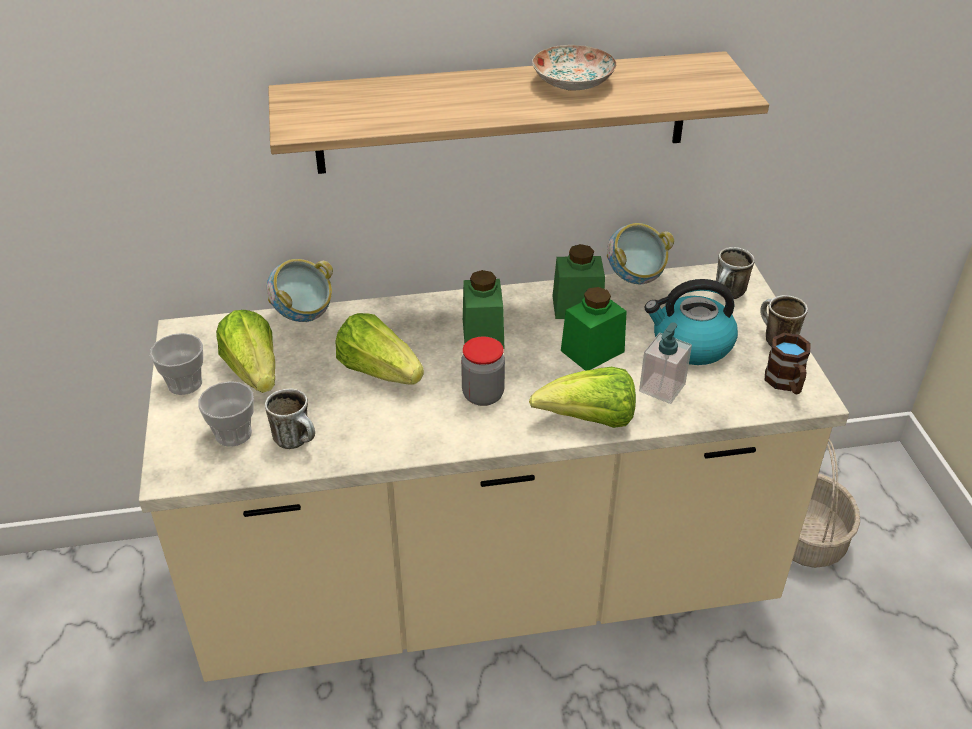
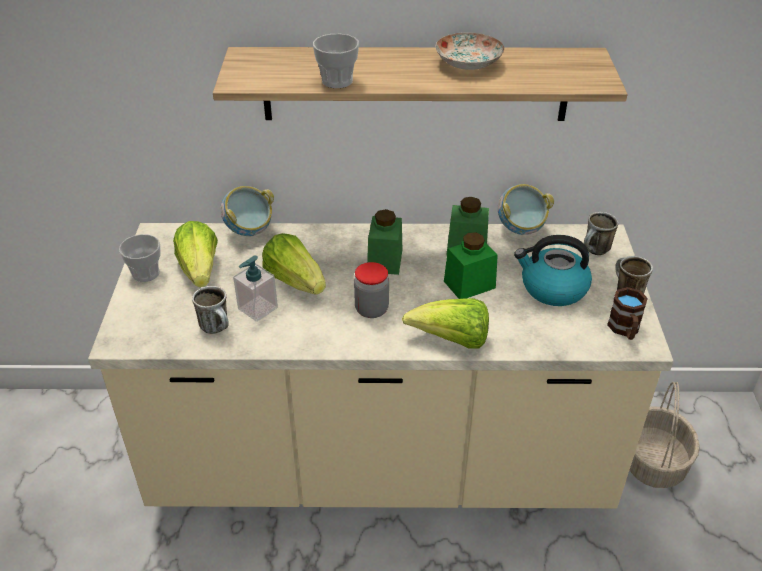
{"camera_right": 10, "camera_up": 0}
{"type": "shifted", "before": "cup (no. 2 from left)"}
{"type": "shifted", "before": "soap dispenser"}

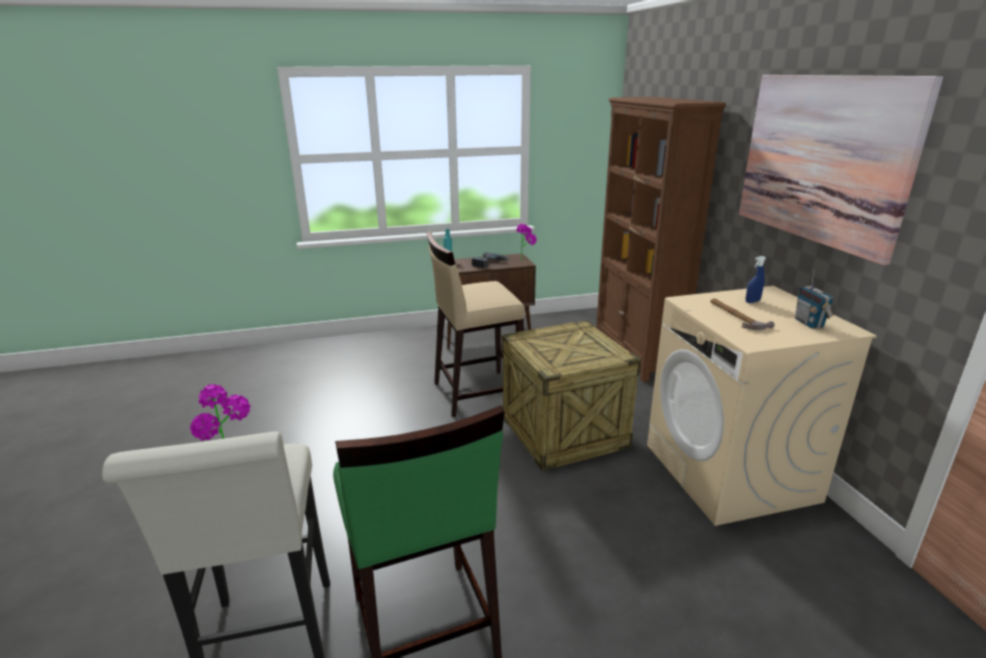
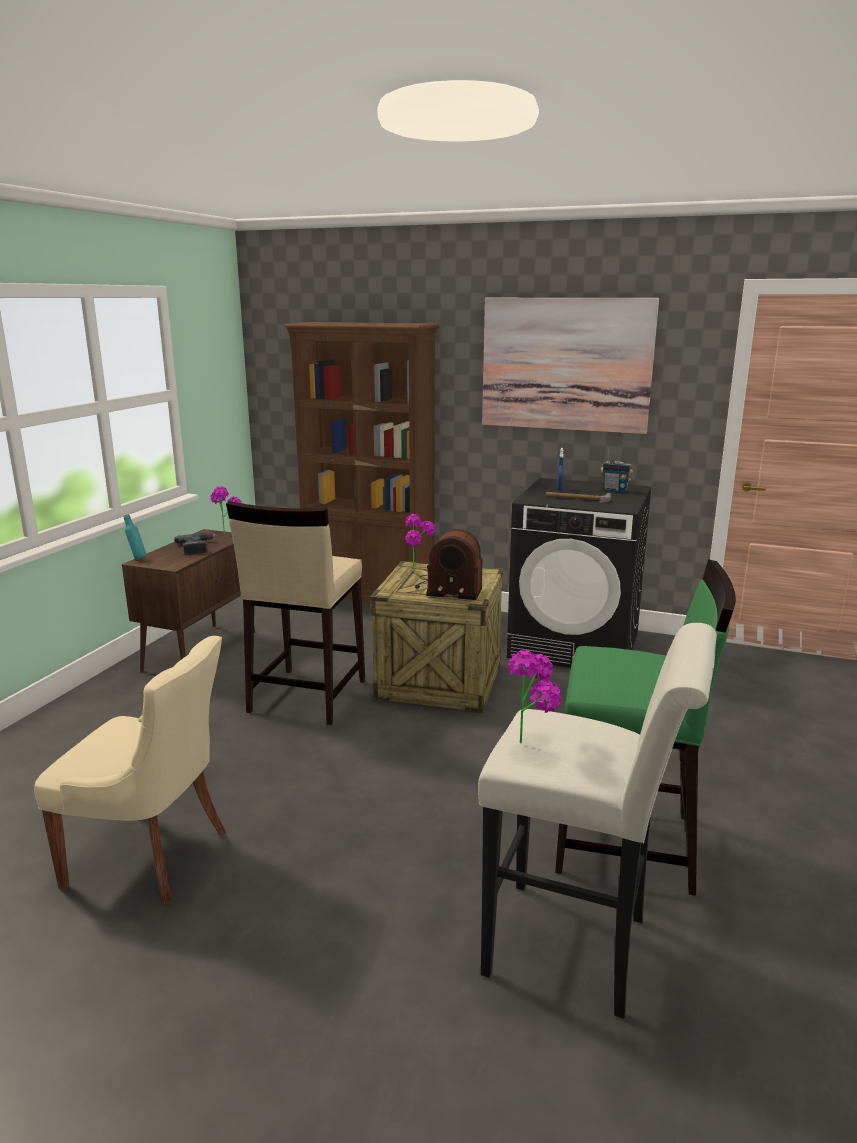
{"camera_right": -55, "camera_up": -5}
{"type": "new", "after": "chair in beige"}
{"type": "new", "after": "potted plant (no. 2 from left)"}
{"type": "new", "after": "radio (no. 1 from left)"}
{"type": "repainted", "before": "washing machine in beige", "after": "washing machine in black"}

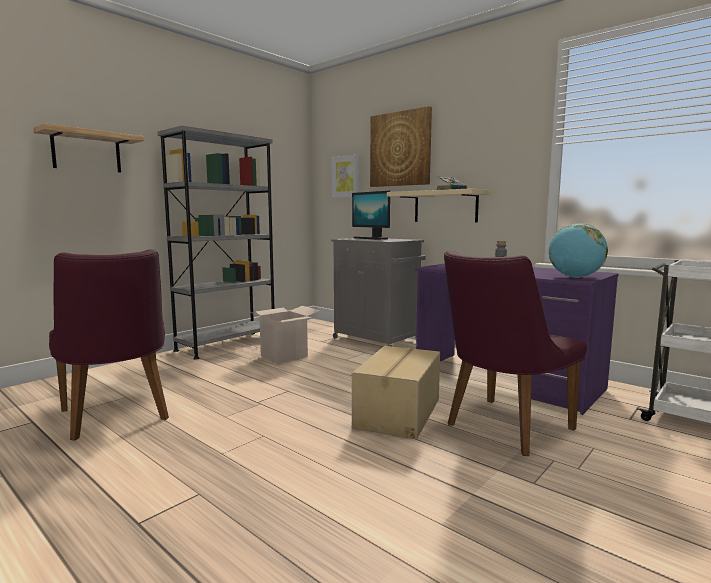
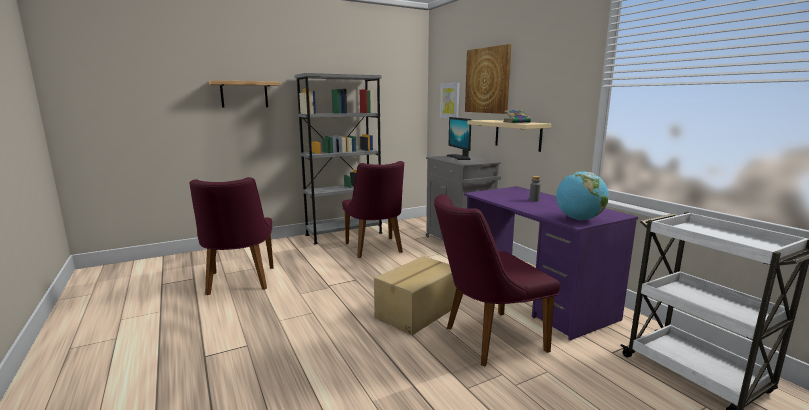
{"camera_right": 20, "camera_up": 5}
{"type": "swapped", "before": "cardboard box (no. 1 from left)", "after": "chair in purple (no. 2 from left)"}

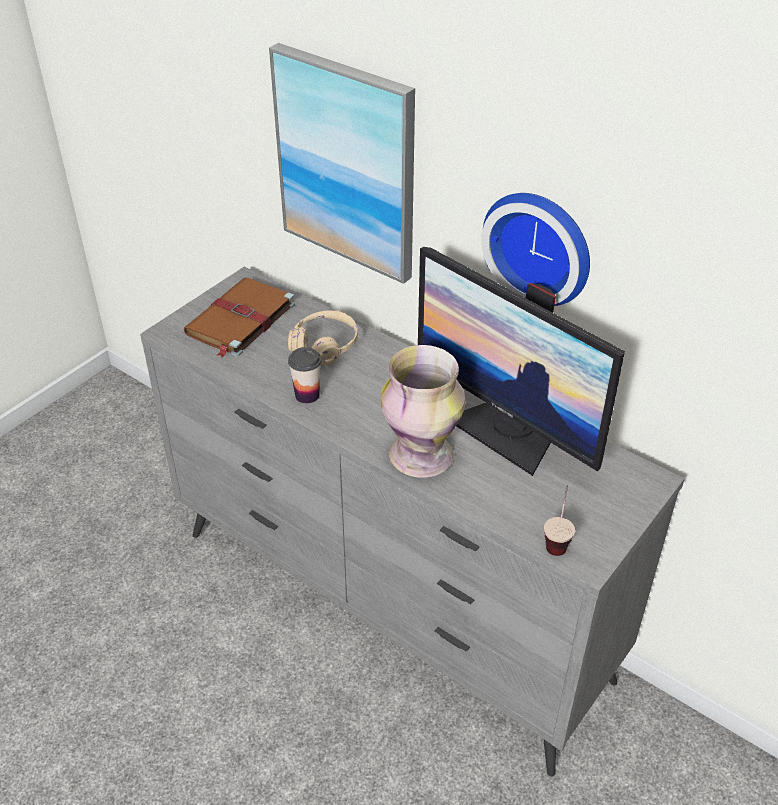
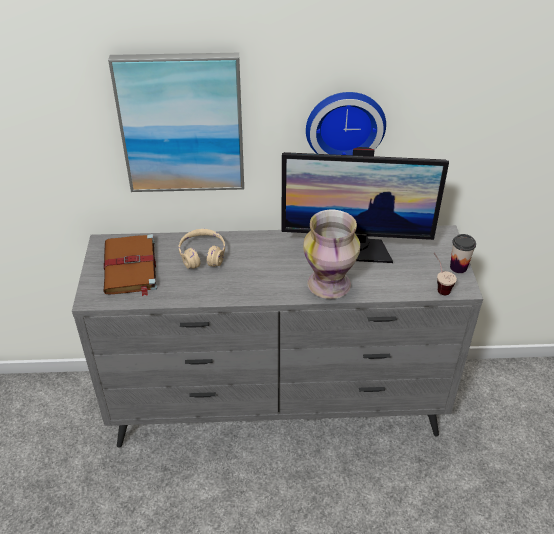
{"camera_right": -40, "camera_up": 0}
{"type": "shifted", "before": "cup (no. 1 from left in the first image)", "after": "cup (no. 2 from left)"}

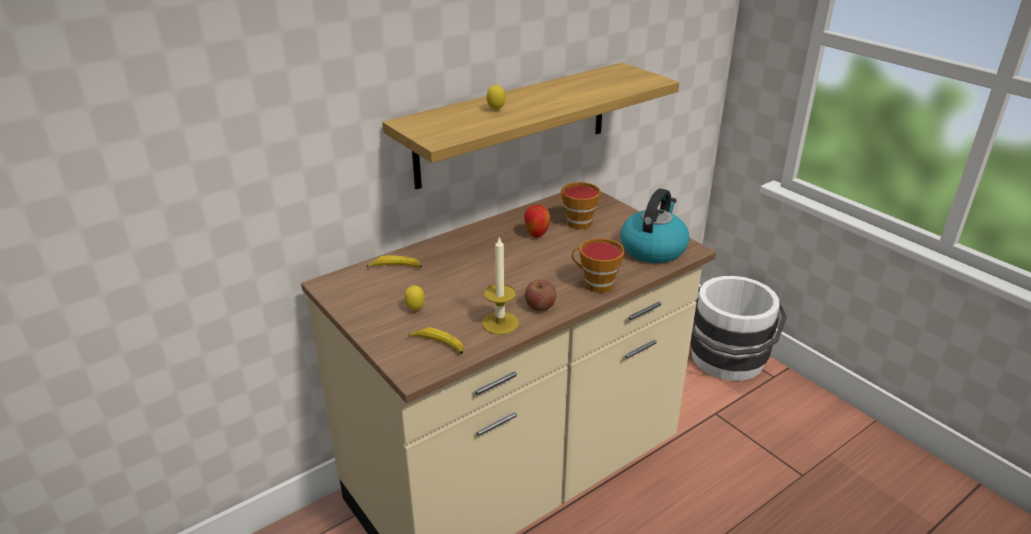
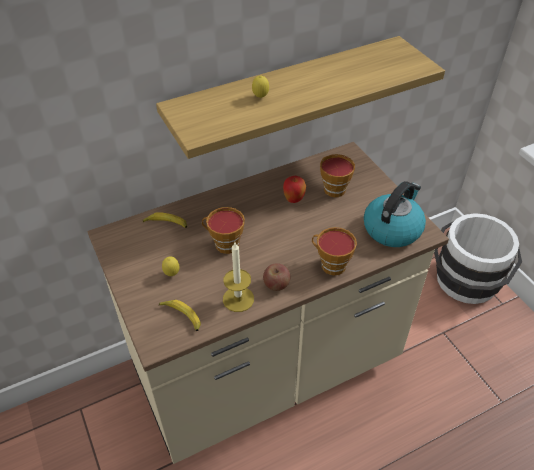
{"camera_right": 10, "camera_up": 15}
{"type": "new", "after": "cup (no. 1 from left)"}

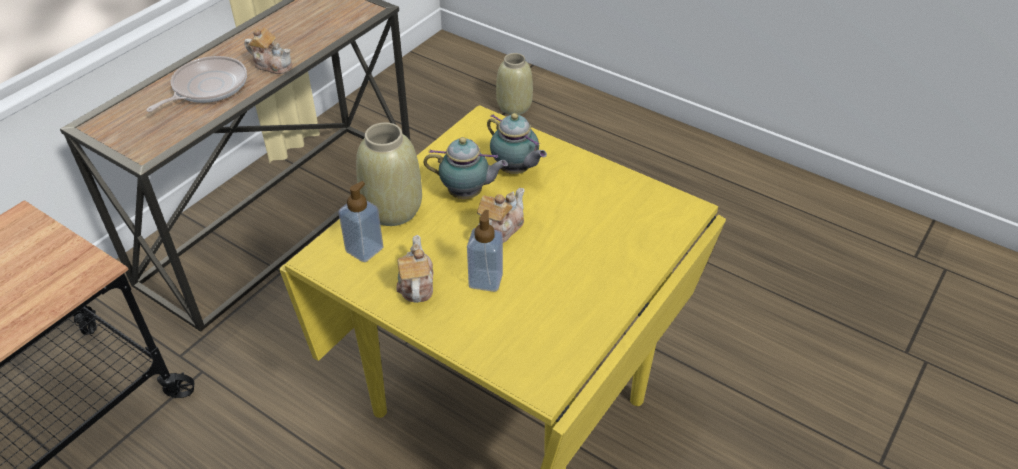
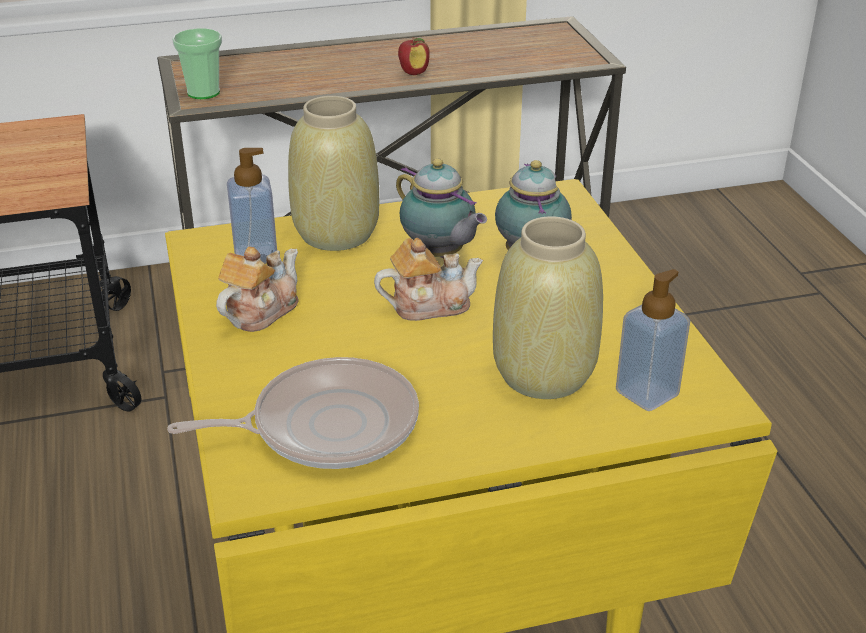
{"camera_right": 40, "camera_up": -10}
{"type": "new", "after": "cup"}
{"type": "shifted", "before": "frying pan"}
{"type": "shifted", "before": "soap dispenser (no. 2 from left)"}
{"type": "shifted", "before": "vase in beige (no. 2 from left)"}
{"type": "swapped", "before": "teapot (no. 1 from left)", "after": "apple"}

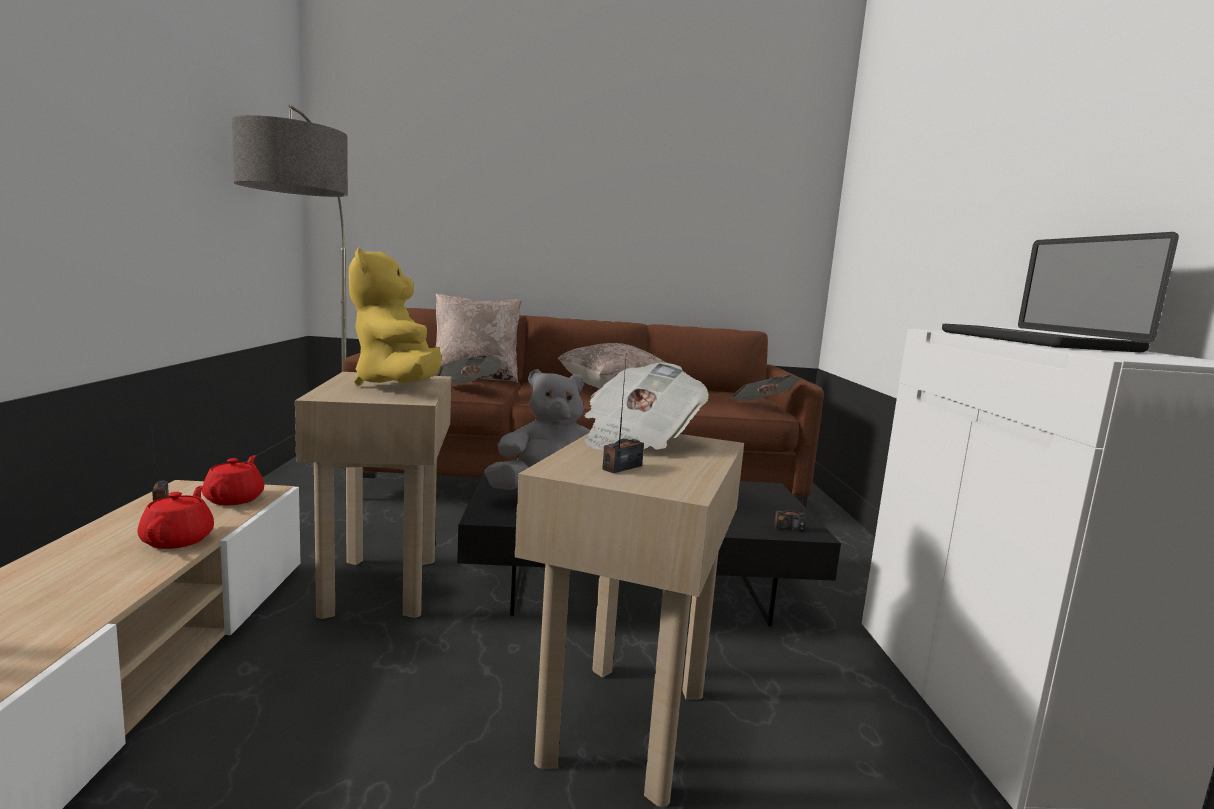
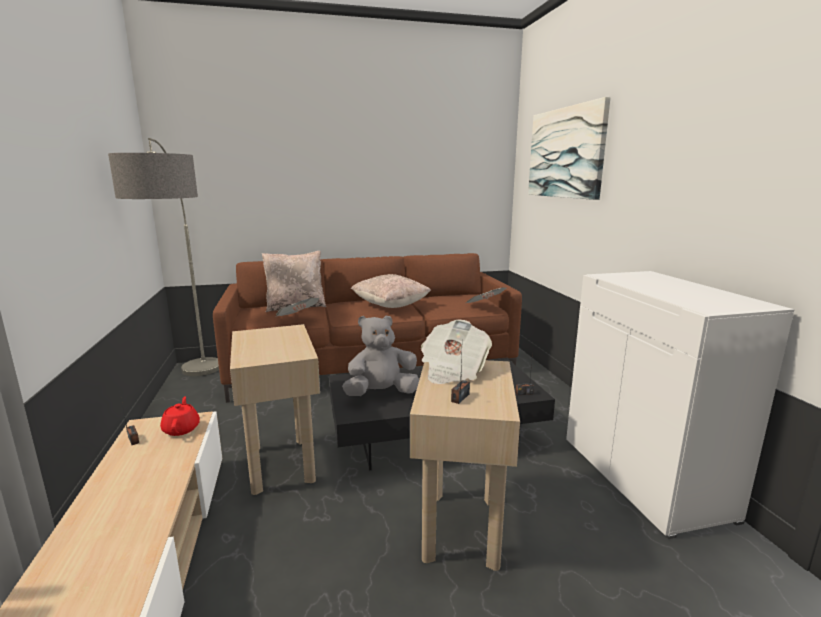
{"camera_right": -10, "camera_up": 5}
{"type": "gone", "before": "teapot in red (no. 1 from left)"}
{"type": "gone", "before": "plush toy in yellow"}
{"type": "gone", "before": "laptop"}
{"type": "new", "after": "picture"}

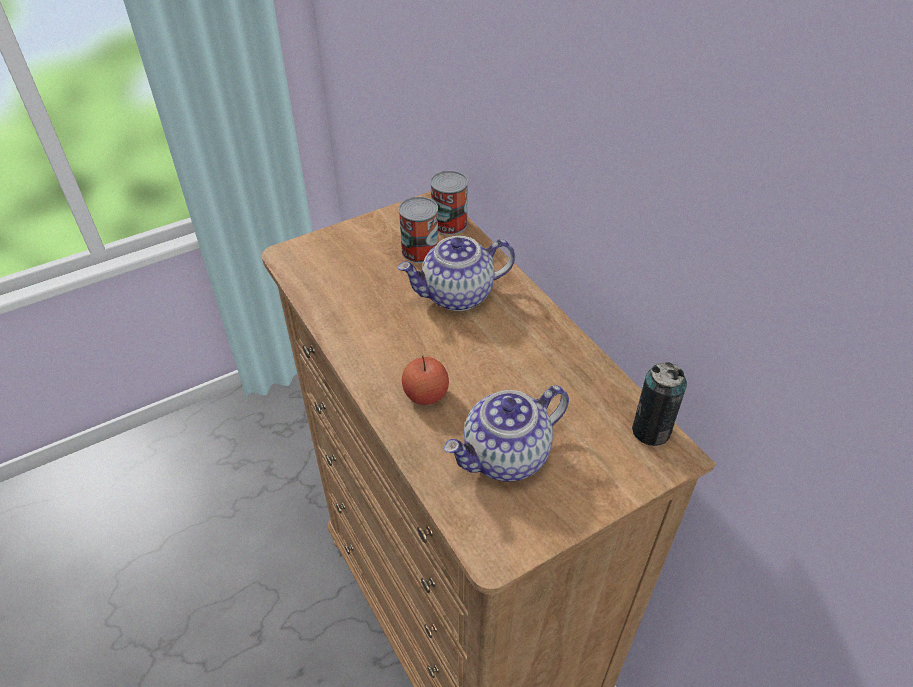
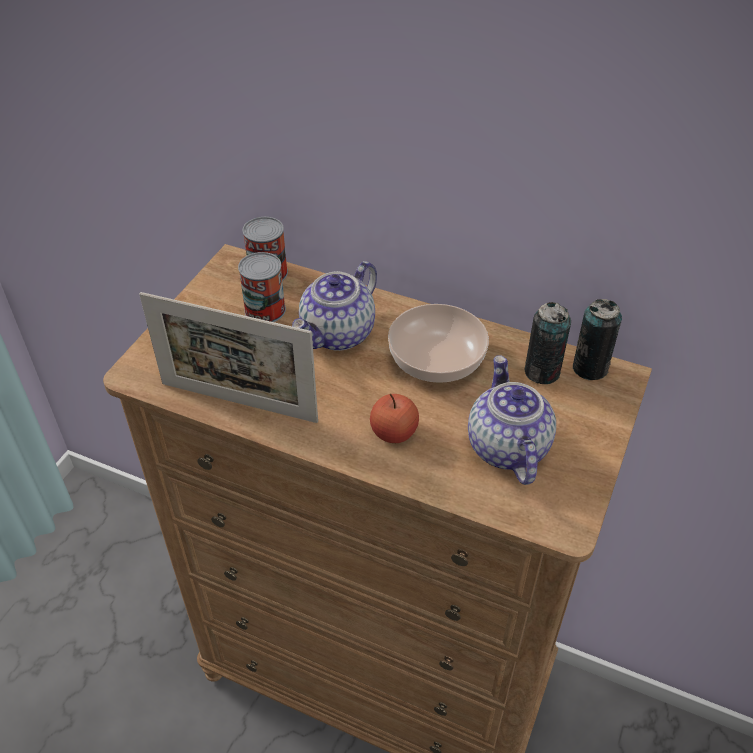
{"camera_right": -35, "camera_up": 0}
{"type": "new", "after": "picture frame"}
{"type": "new", "after": "bowl"}
{"type": "new", "after": "can (no. 3 from left)"}
{"type": "rotated", "before": "teapot (no. 2 from left)", "turn": 150}

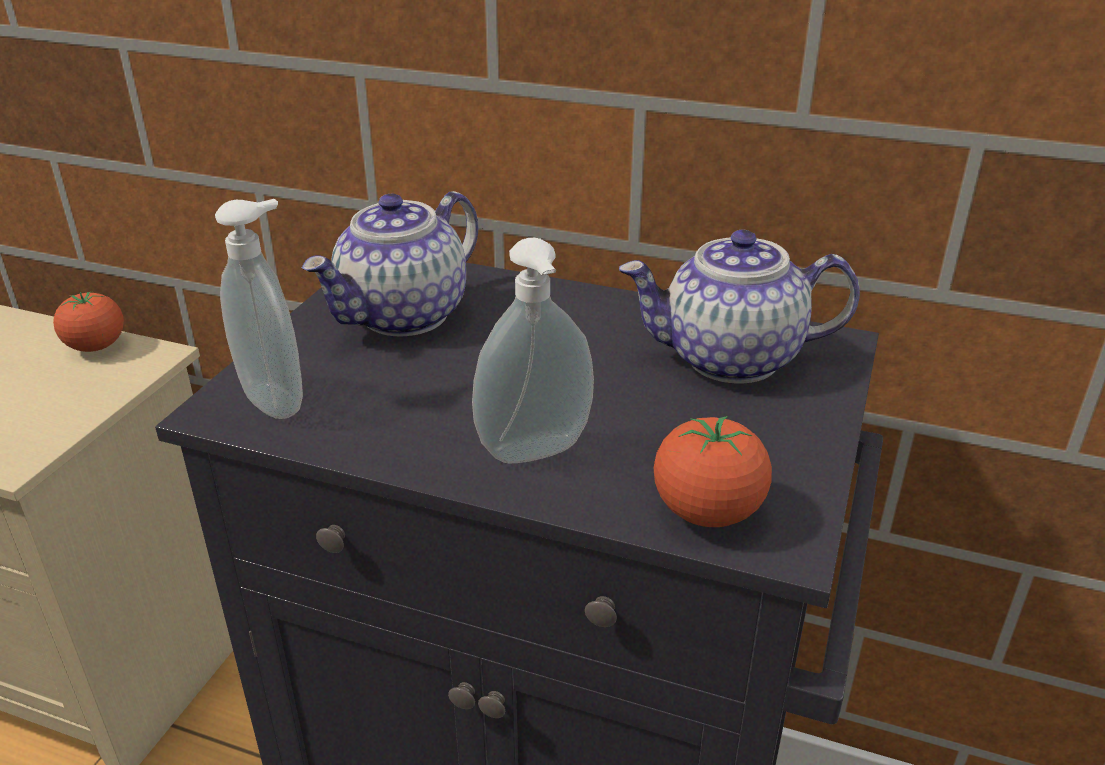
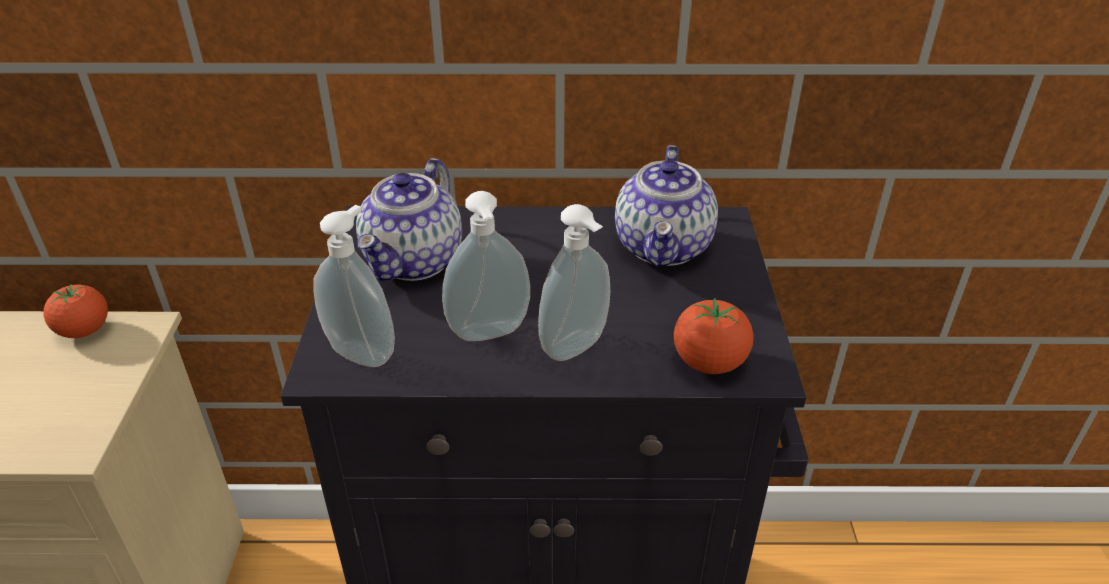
{"camera_right": -20, "camera_up": 5}
{"type": "new", "after": "soap dispenser (no. 2 from left)"}
{"type": "rotated", "before": "teapot (no. 2 from left)", "turn": -60}

